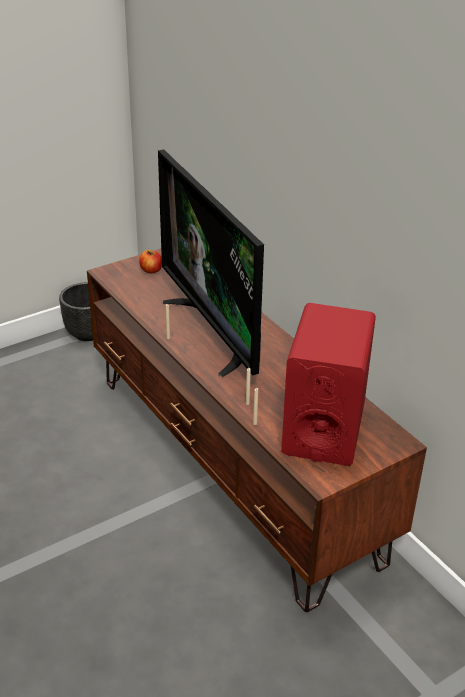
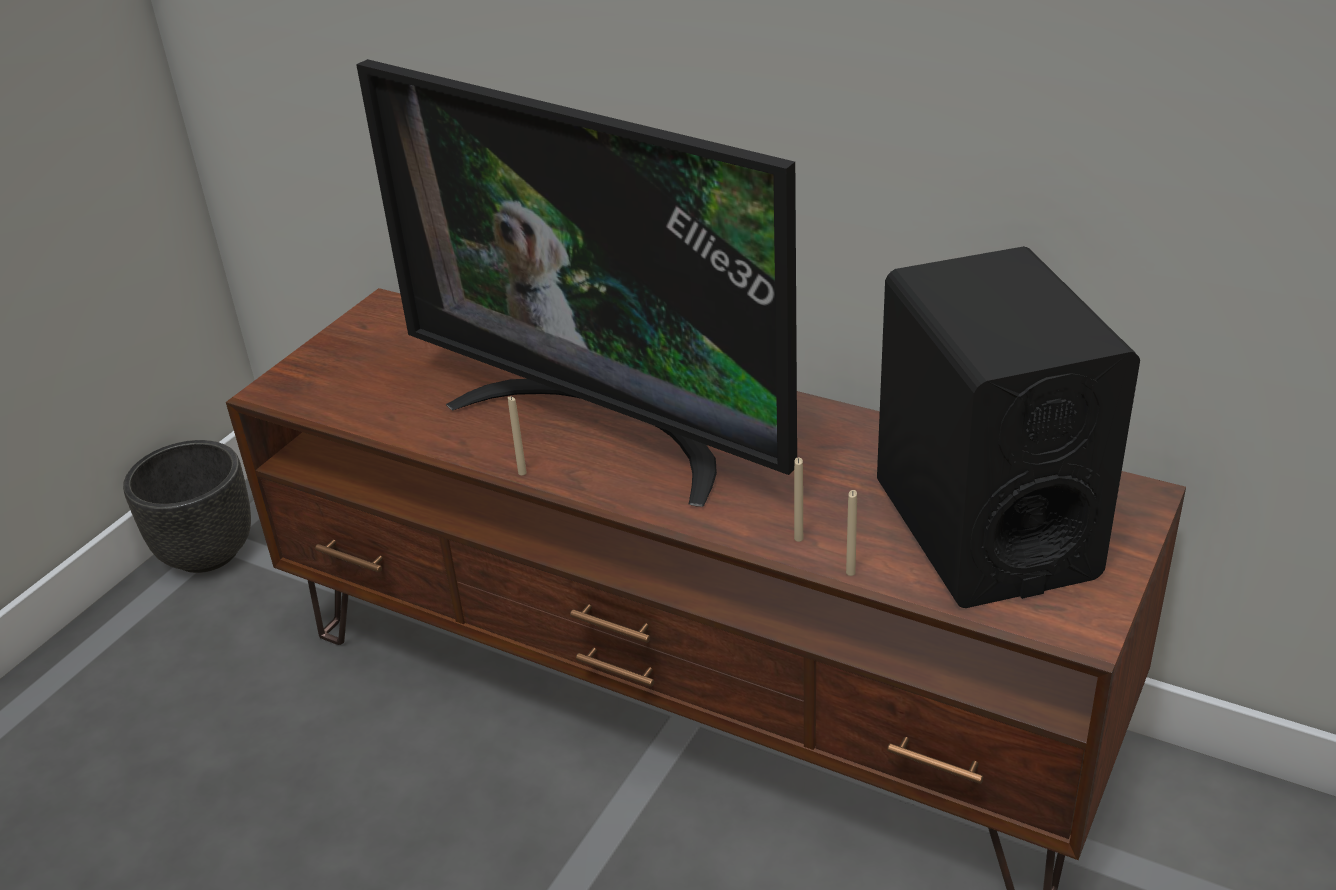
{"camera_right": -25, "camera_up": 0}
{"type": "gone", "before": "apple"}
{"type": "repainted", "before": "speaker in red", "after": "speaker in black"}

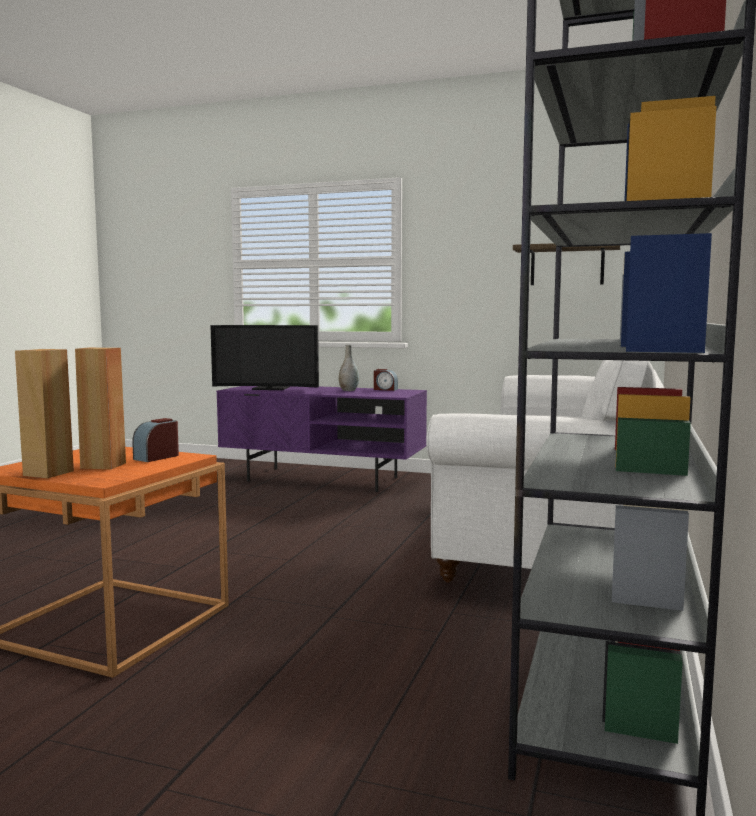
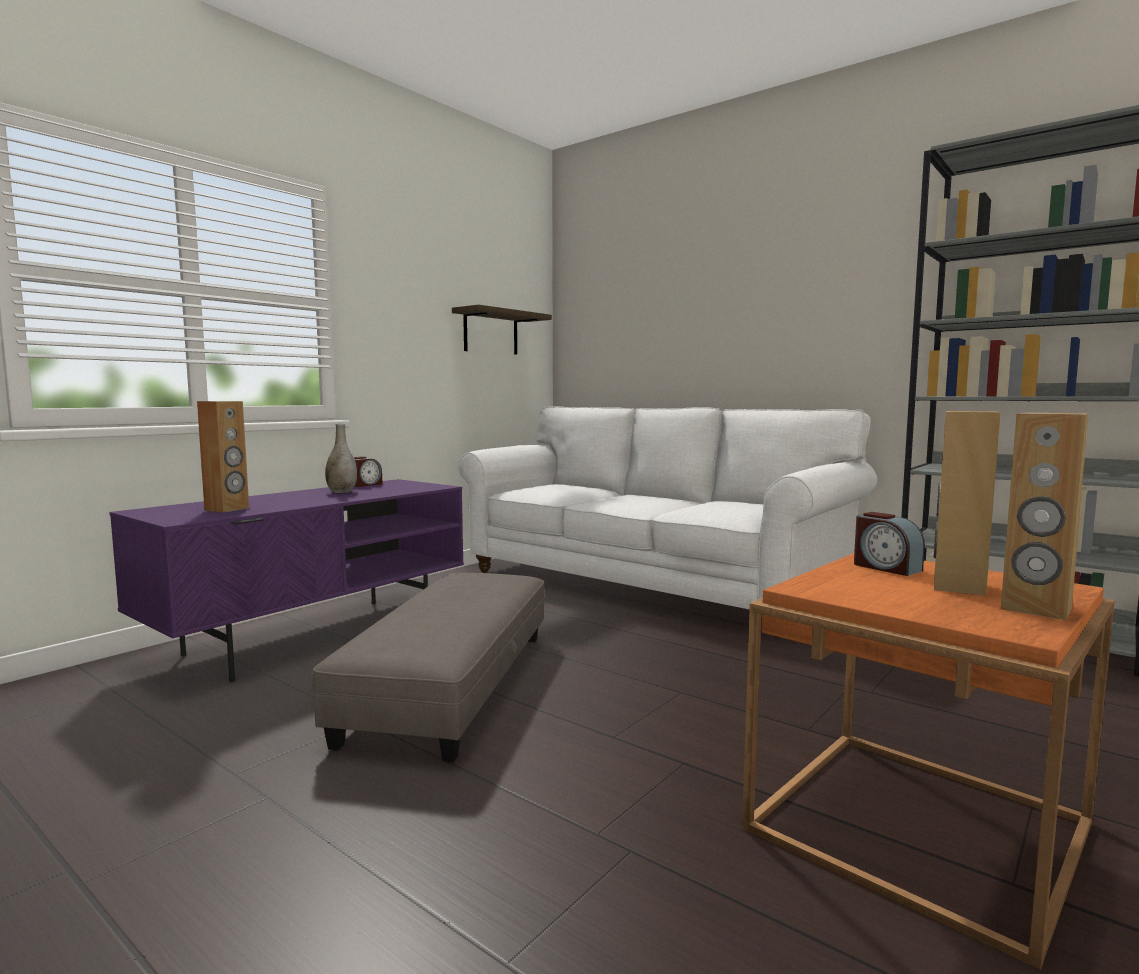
{"camera_right": -70, "camera_up": 0}
{"type": "new", "after": "ottoman in grey"}
{"type": "swapped", "before": "television", "after": "speaker in brown (no. 1 from left)"}

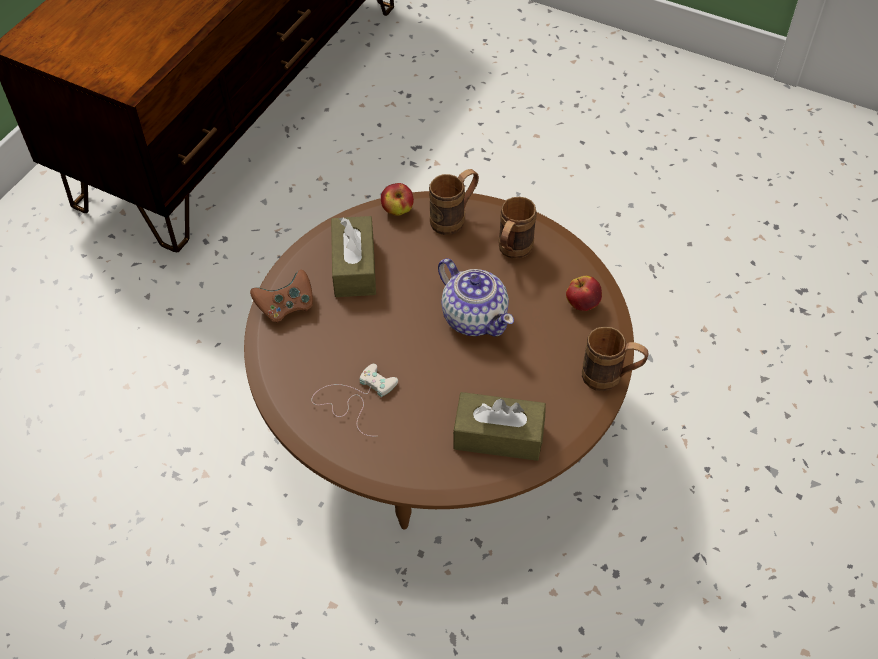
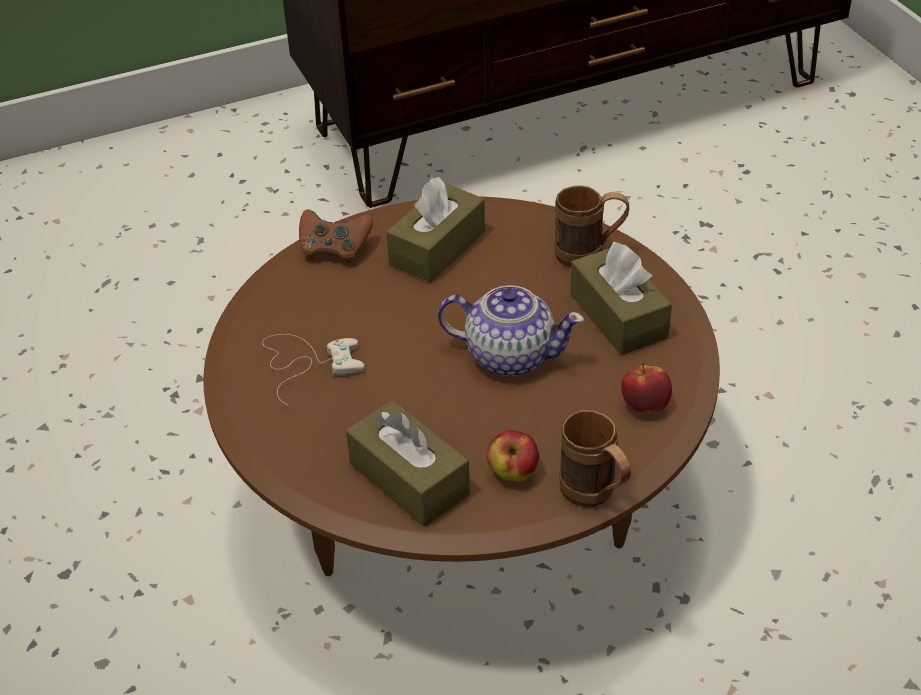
{"camera_right": 40, "camera_up": -10}
{"type": "shifted", "before": "apple (no. 1 from left)"}
{"type": "swapped", "before": "mug in brown (no. 2 from left)", "after": "tissue box in brown (no. 3 from left)"}
{"type": "rotated", "before": "teapot", "turn": -75}

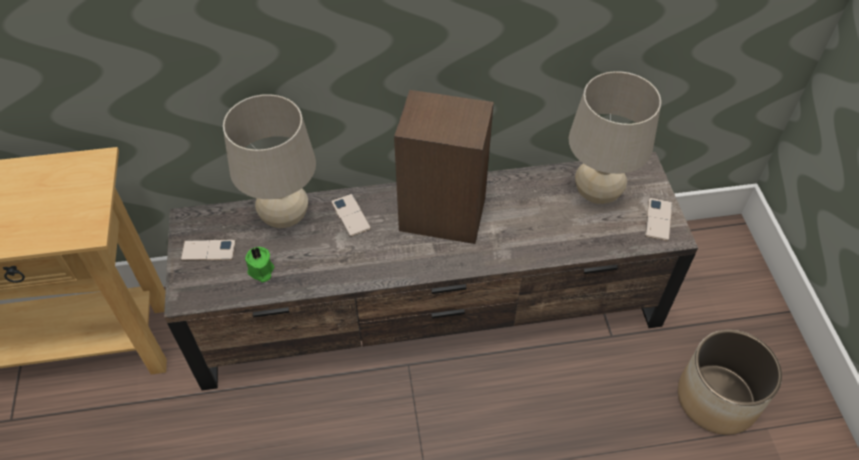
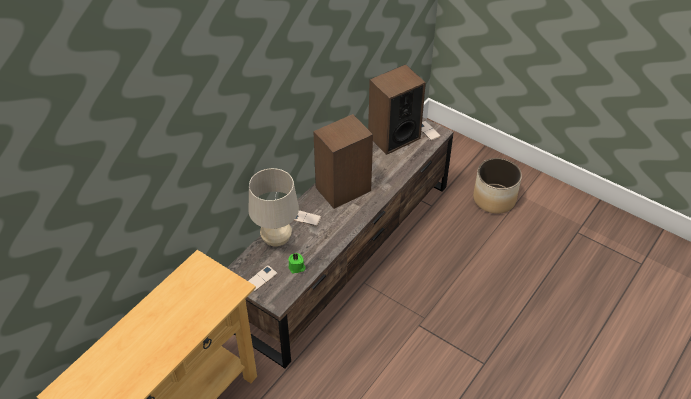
{"camera_right": -45, "camera_up": -5}
{"type": "swapped", "before": "table lamp in beige (no. 2 from left)", "after": "speaker (no. 2 from left)"}

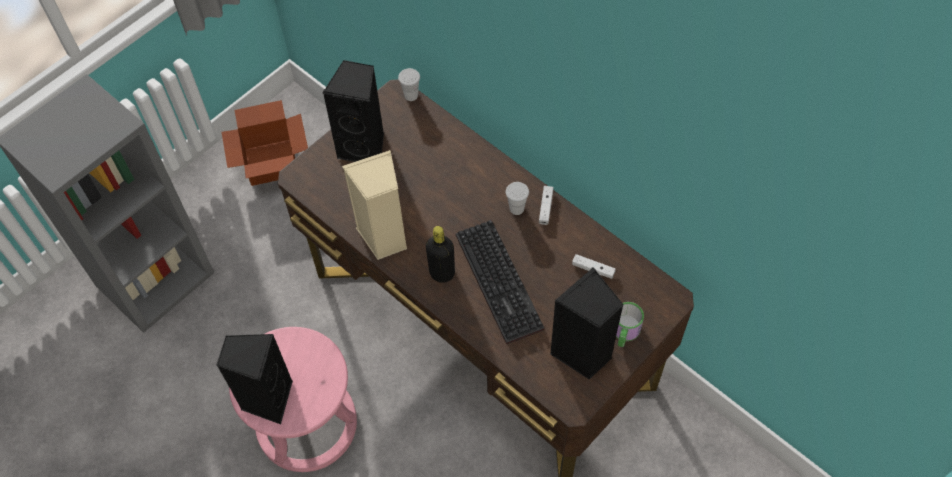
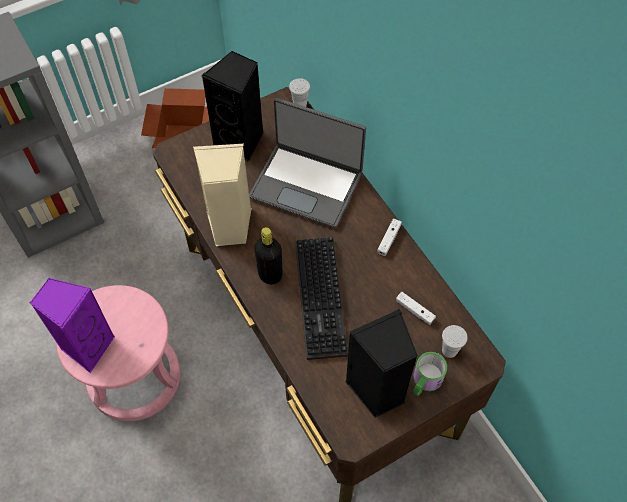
{"camera_right": 15, "camera_up": 0}
{"type": "new", "after": "laptop"}
{"type": "shifted", "before": "cup in white (no. 2 from left)"}
{"type": "repainted", "before": "speaker in black (no. 1 from left)", "after": "speaker in purple"}

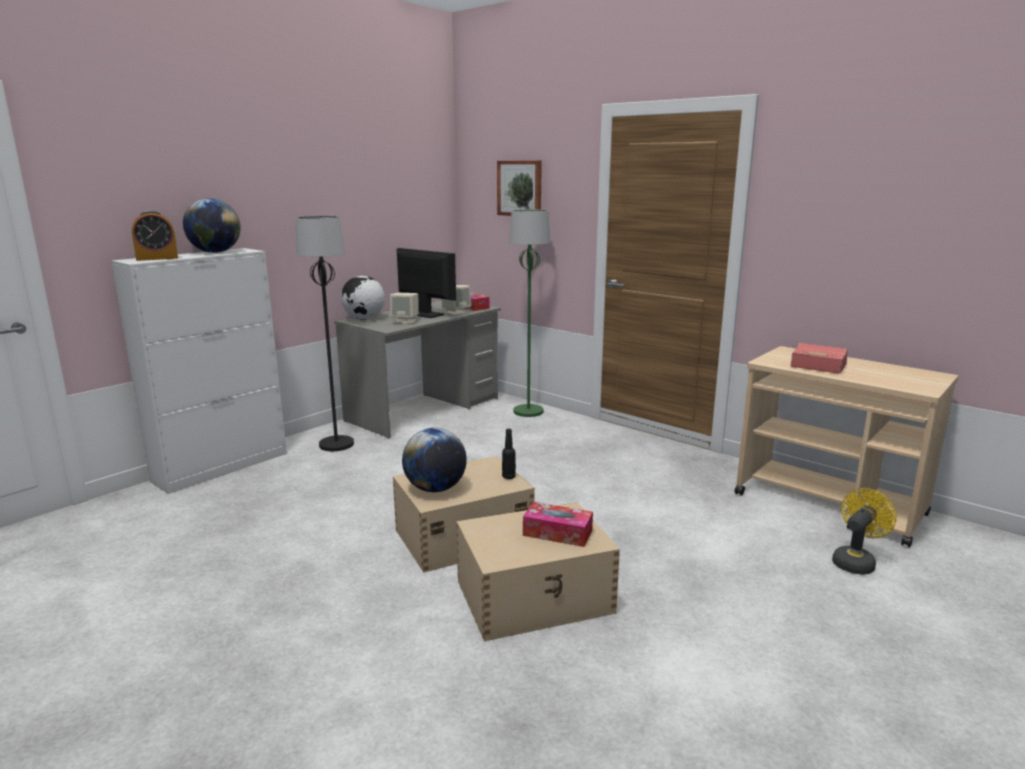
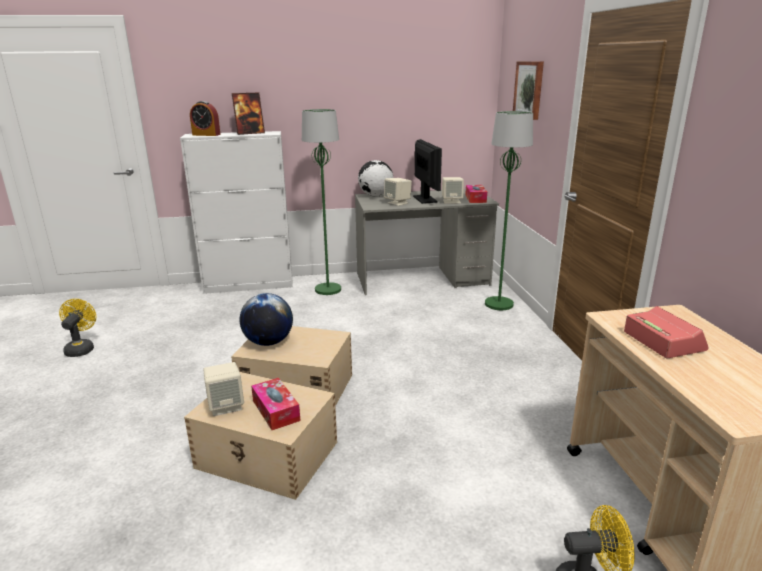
{"camera_right": 40, "camera_up": 5}
{"type": "gone", "before": "bottle in black"}
{"type": "new", "after": "fan in yellow (no. 1 from left)"}
{"type": "new", "after": "speaker in beige (no. 1 from left)"}
{"type": "swapped", "before": "globe (no. 1 from left)", "after": "picture frame"}
{"type": "repainted", "before": "floor lamp in black", "after": "floor lamp in green (no. 1 from left)"}

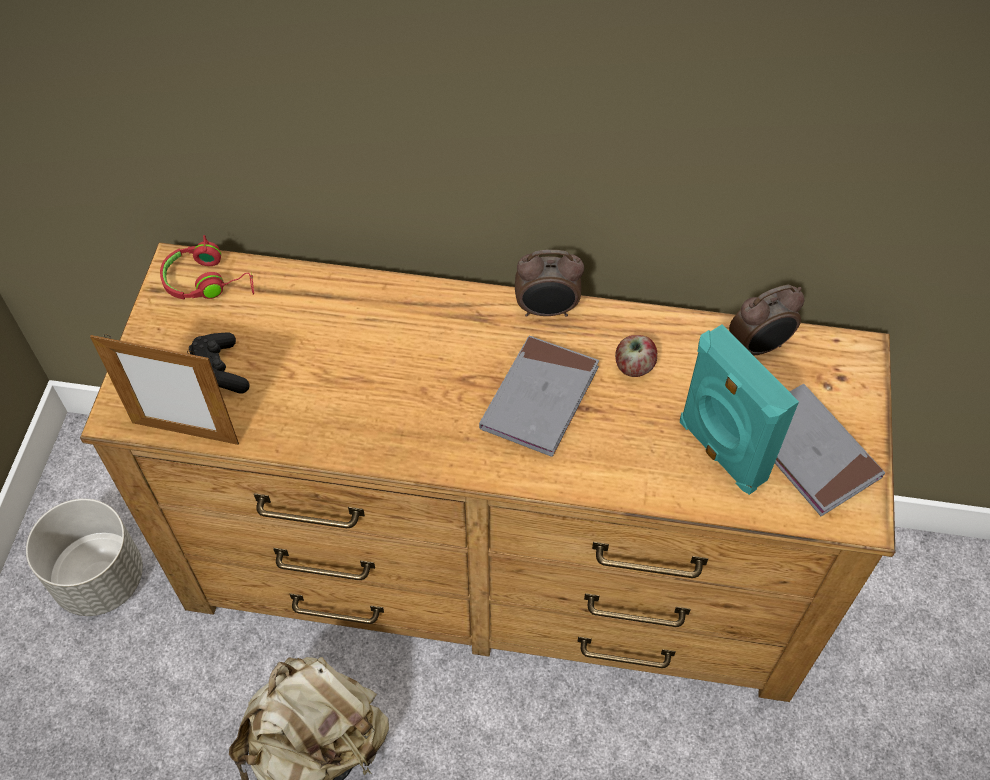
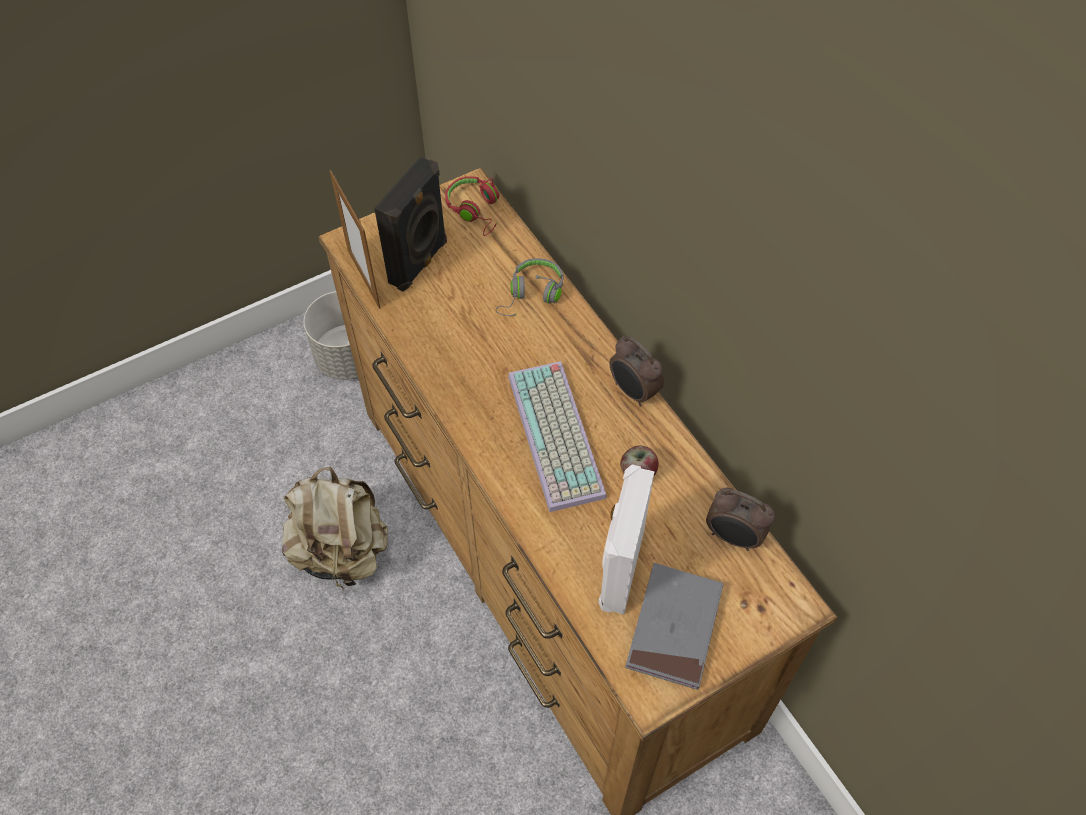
{"camera_right": 50, "camera_up": 0}
{"type": "new", "after": "headphones in grey"}
{"type": "swapped", "before": "game controller in black", "after": "speaker in black"}
{"type": "swapped", "before": "book in grey (no. 1 from left)", "after": "keyboard"}
{"type": "repainted", "before": "speaker in turquoise", "after": "speaker in white"}

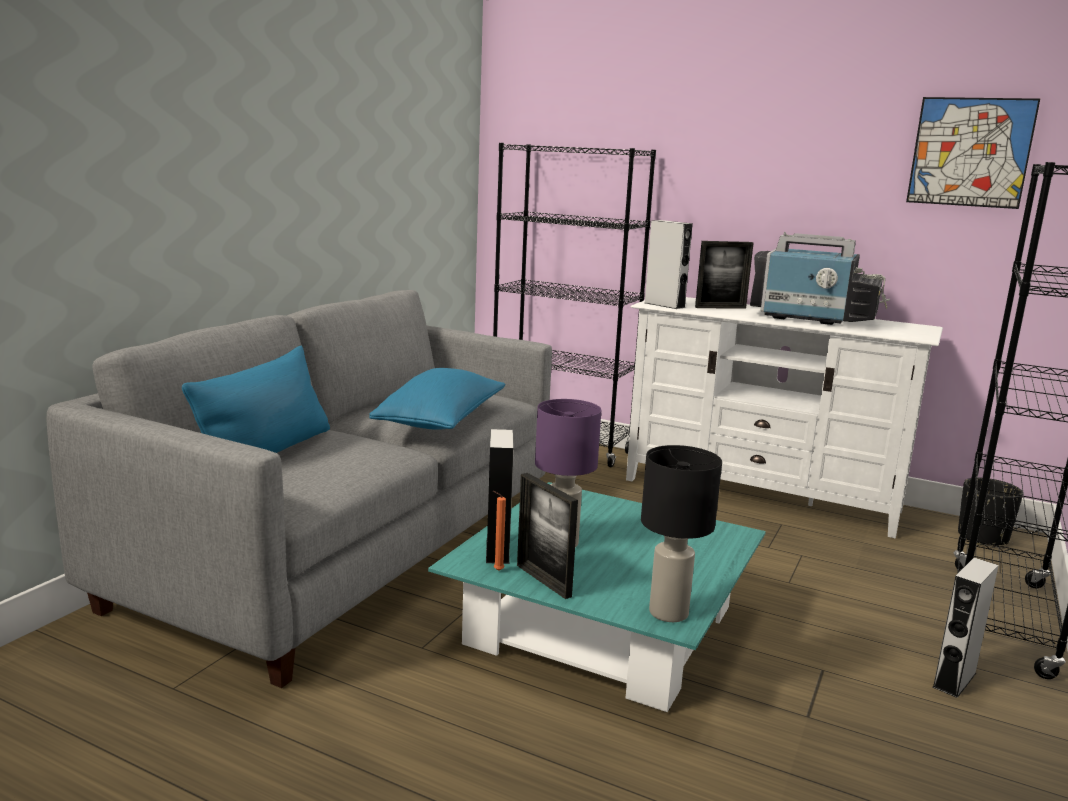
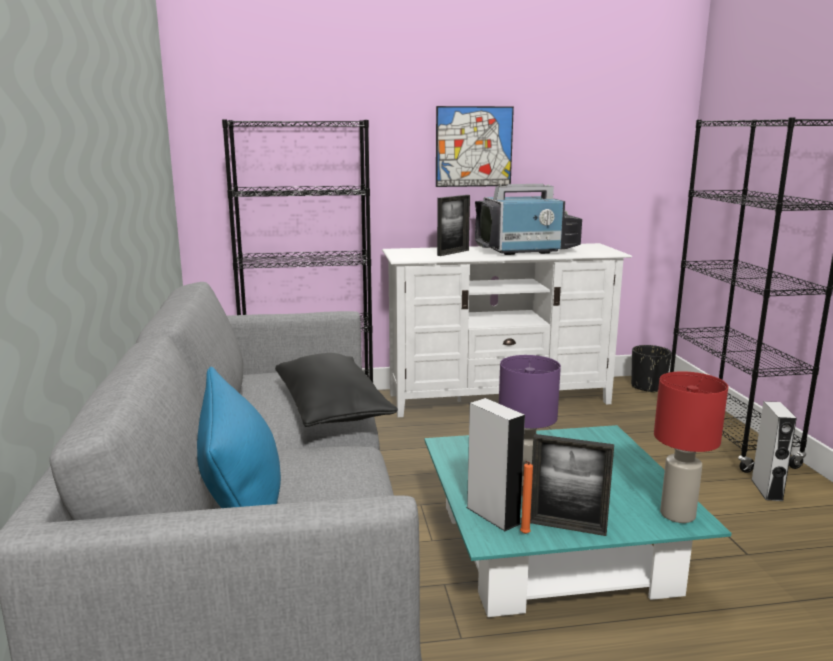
{"camera_right": -35, "camera_up": 0}
{"type": "gone", "before": "speaker in grey (no. 2 from left)"}
{"type": "shifted", "before": "picture"}
{"type": "repainted", "before": "pillow in blue (no. 2 from left)", "after": "pillow in black"}
{"type": "repainted", "before": "table lamp in black", "after": "table lamp in red"}

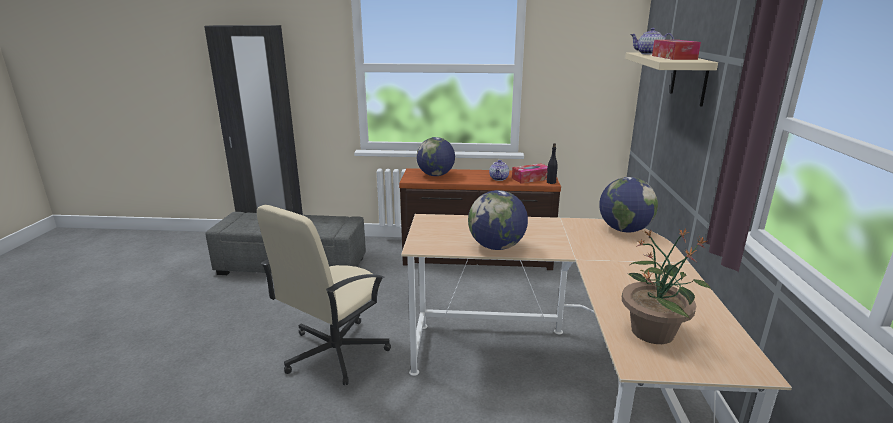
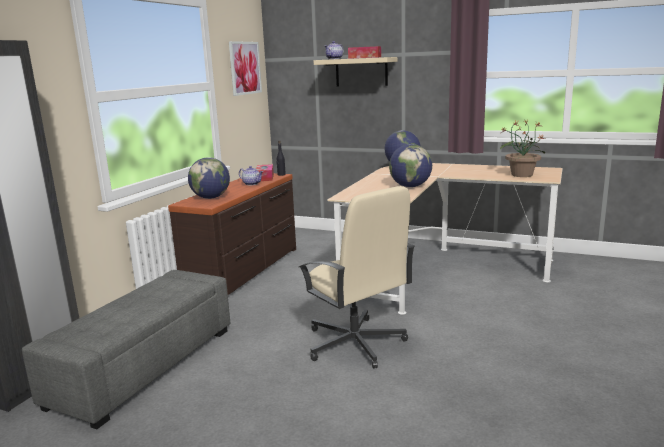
{"camera_right": -70, "camera_up": -5}
{"type": "new", "after": "picture"}

